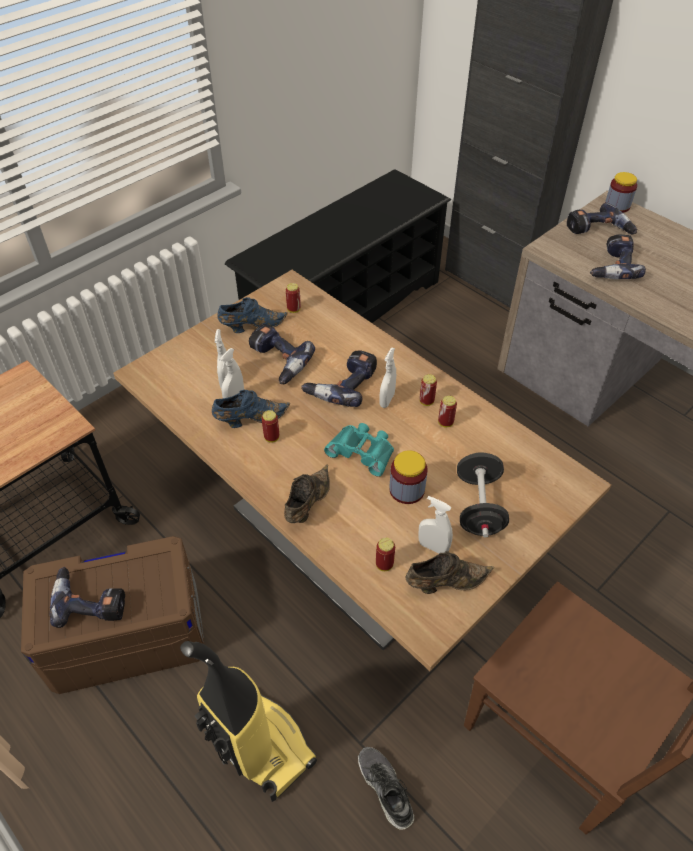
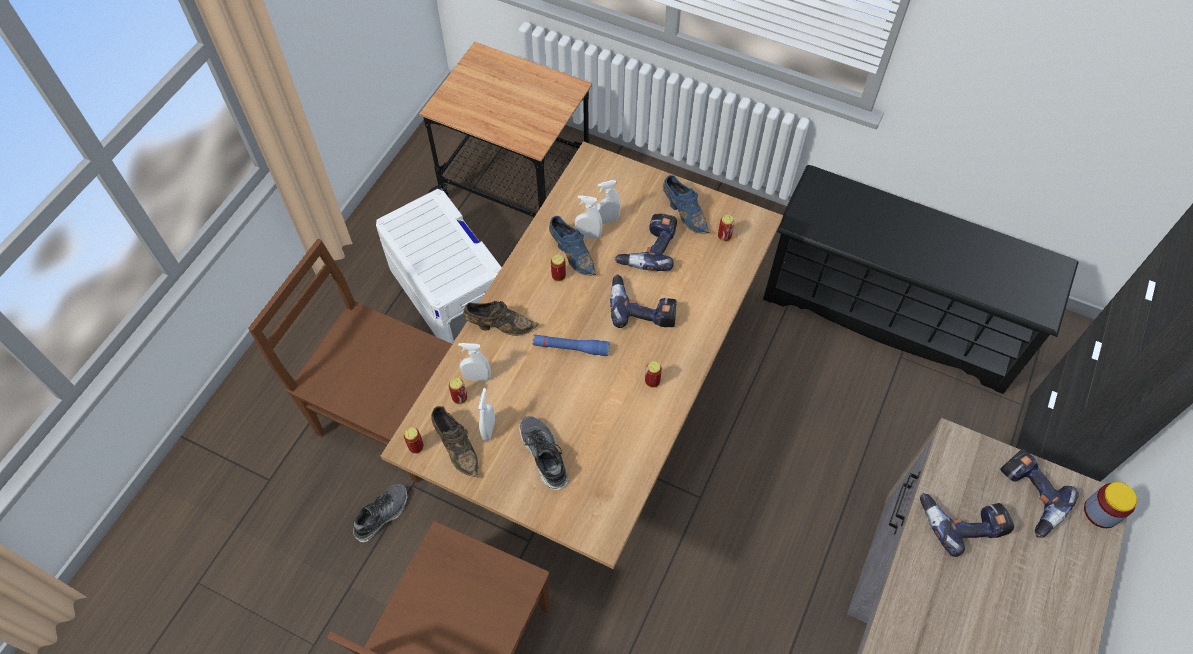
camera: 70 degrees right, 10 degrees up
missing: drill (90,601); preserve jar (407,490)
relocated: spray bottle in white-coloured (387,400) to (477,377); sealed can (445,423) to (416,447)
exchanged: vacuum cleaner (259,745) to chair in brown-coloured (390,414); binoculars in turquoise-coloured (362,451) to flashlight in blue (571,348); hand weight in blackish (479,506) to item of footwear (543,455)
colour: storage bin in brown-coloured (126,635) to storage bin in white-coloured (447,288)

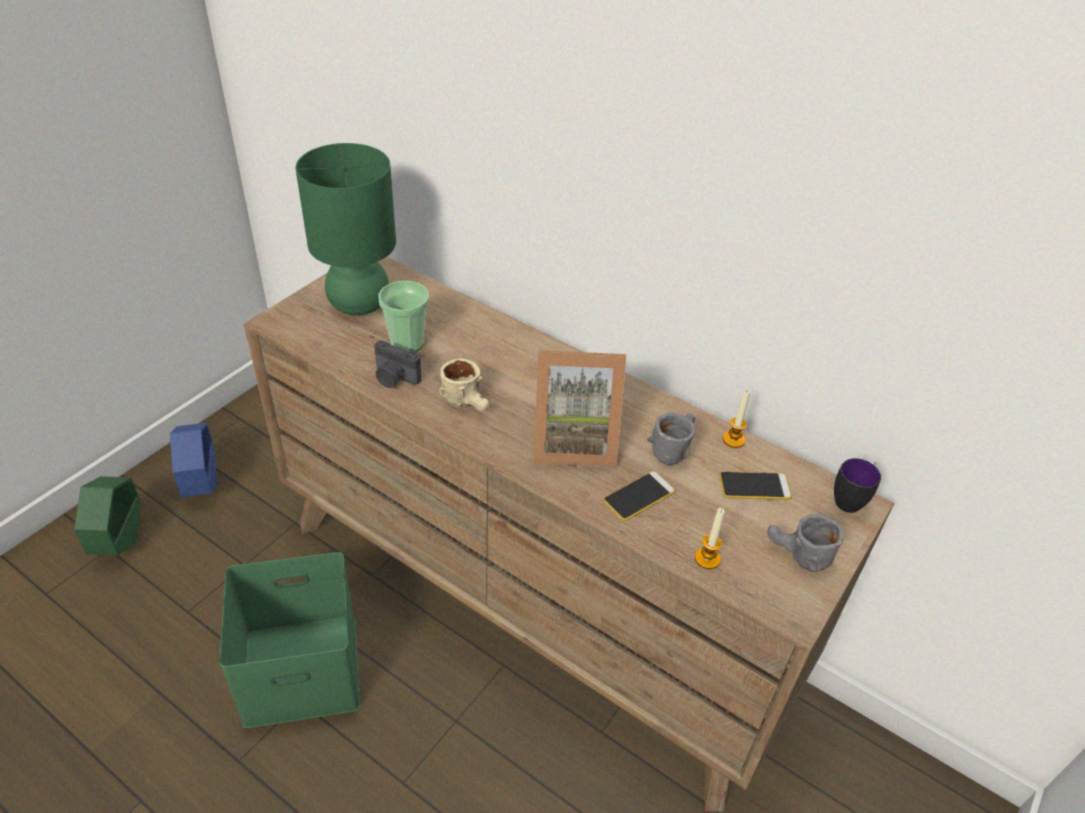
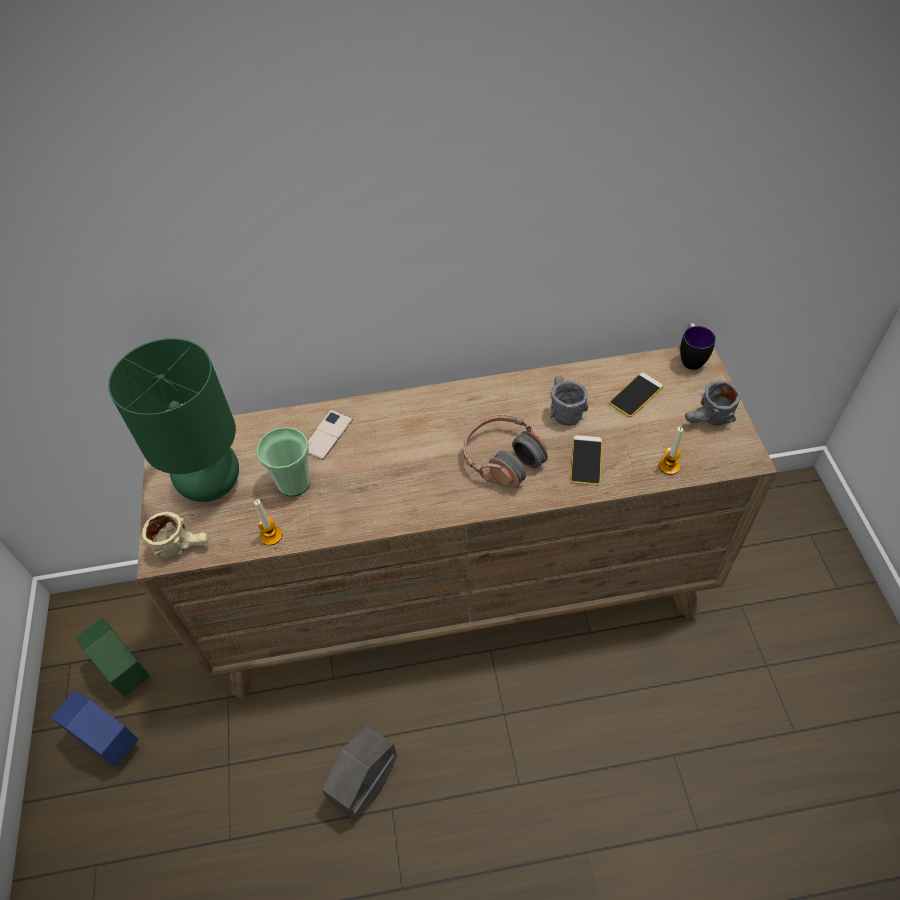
camera: 40 degrees left, 10 degrees up
missing: still camera (394,378)
appeared: telephone (327,435)
relocated: planter in green-coloured (120,541) to (127,672); tea mug in sand-coloured (469,403) to (184,545); candle (733,440) to (271,536)
exchanged: storage bin in green-coloured (304,666) to planter in gray (366,784); photo frame (573,442) to pair of headphones (503,458)

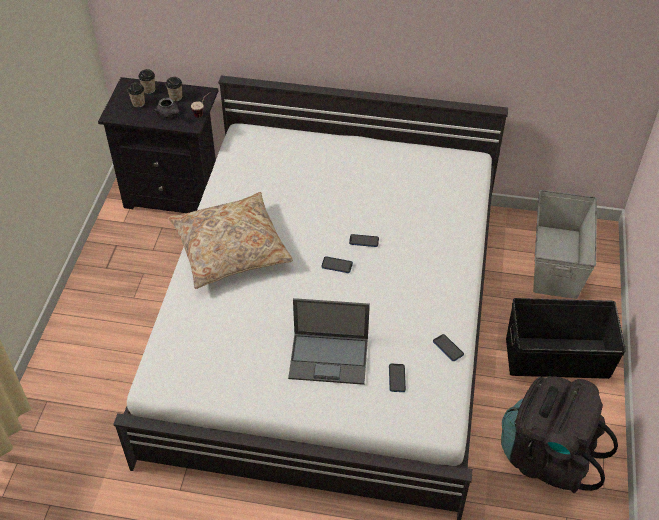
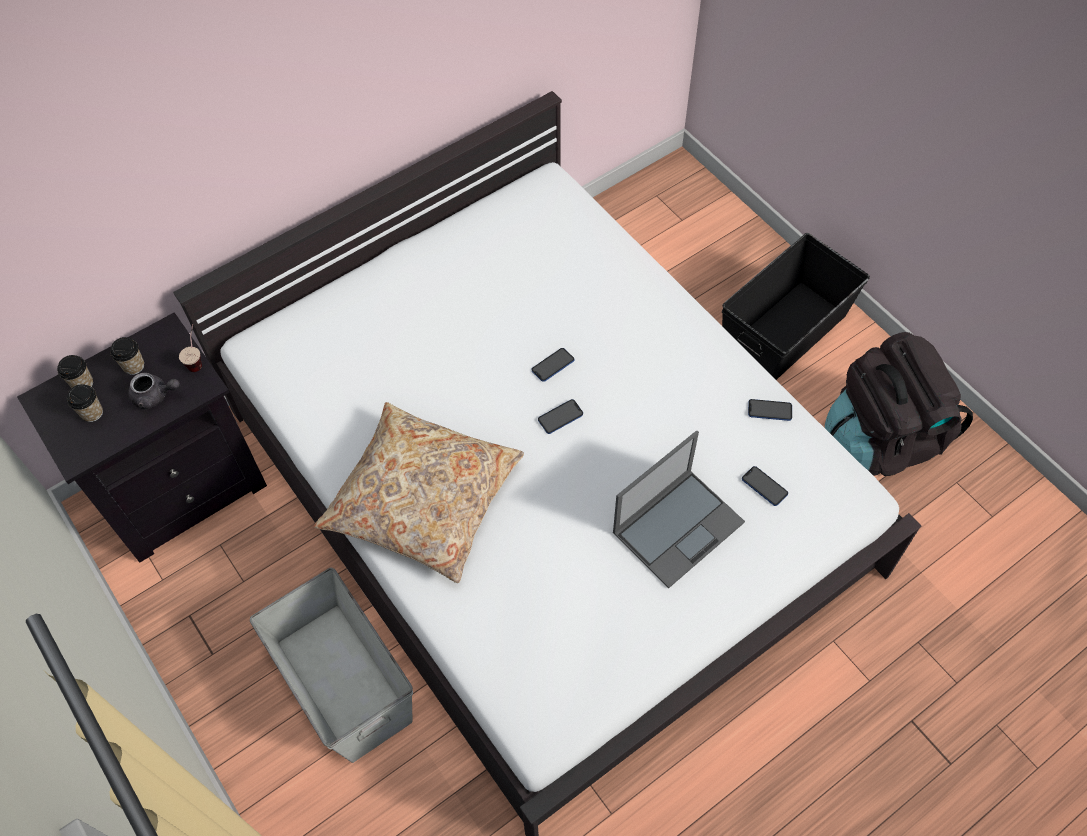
camera: 45 degrees left, 10 degrees up
relocated: storage bin in gray (557,260) to (344,680)

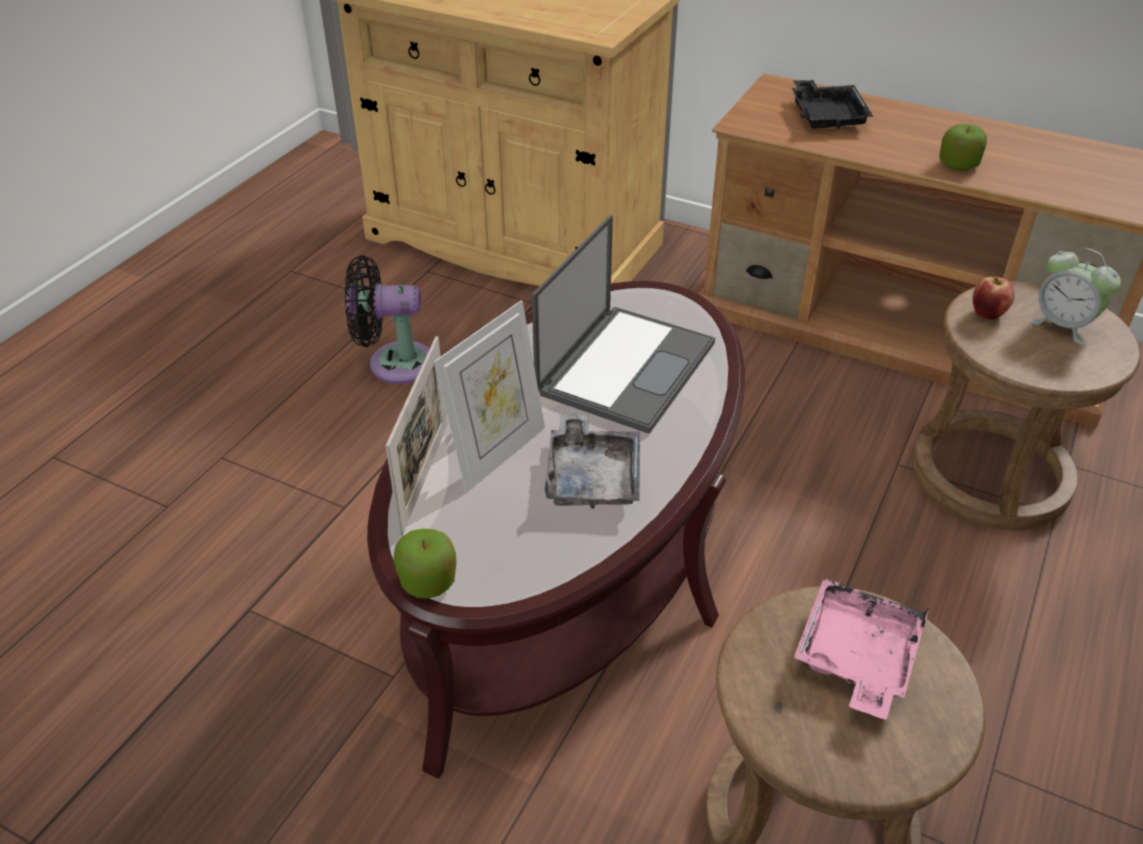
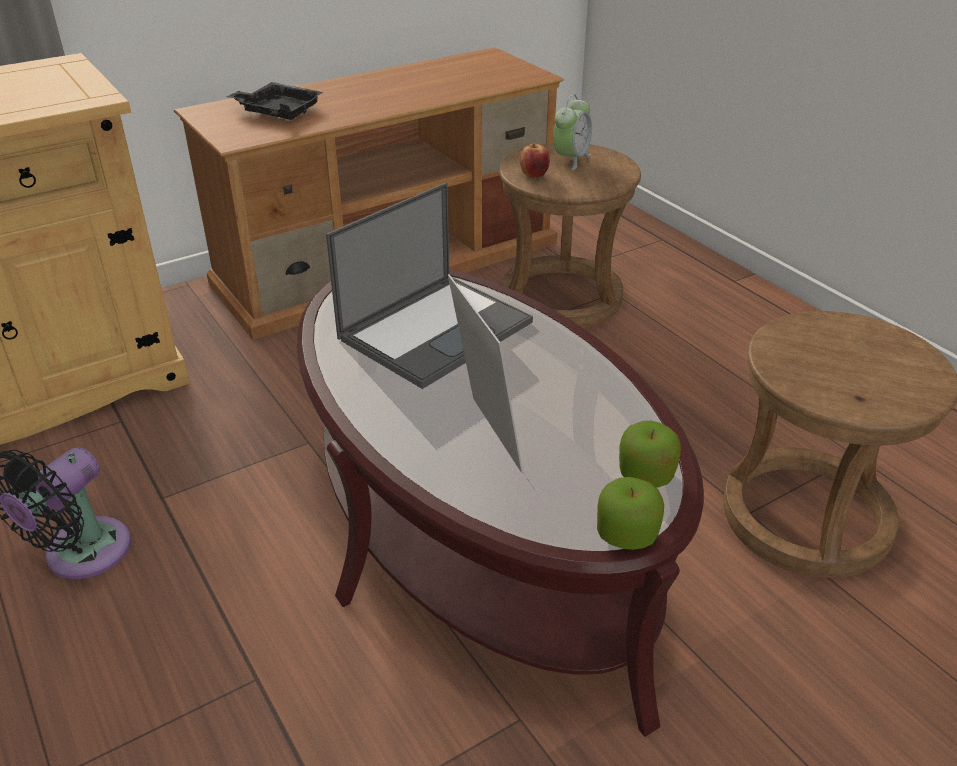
camera: 60 degrees left, 5 degrees down
missing: photo frame (424,477); tray in gray (592,477); tray in pink-coloured (856,658)
relocated: apple (958,165) to (646,475)
spun: portable computer (626,366) = (436,329) 75 degrees clockwise; alarm clock (1063,326) = (571,159) 45 degrees counterclockwise

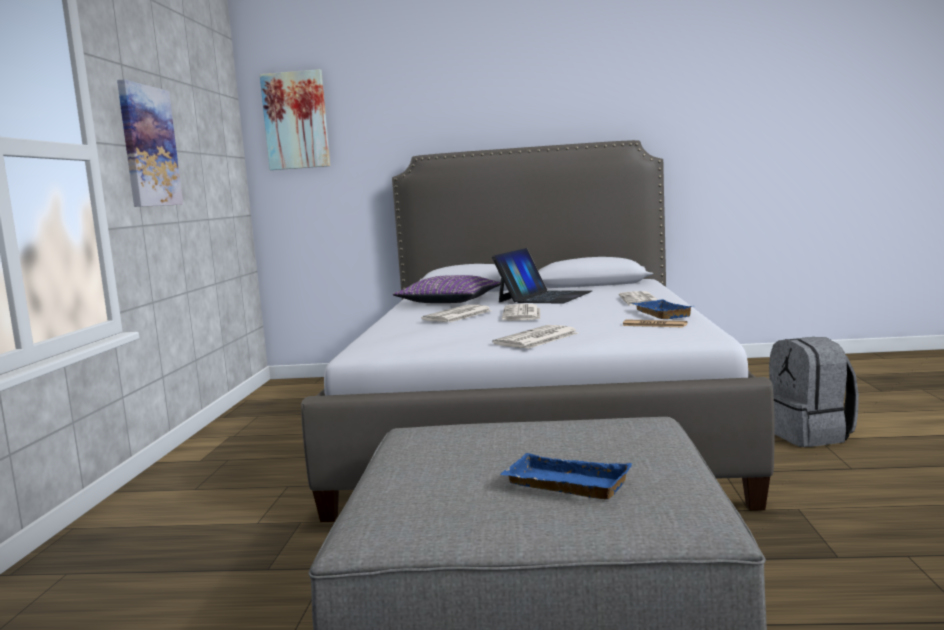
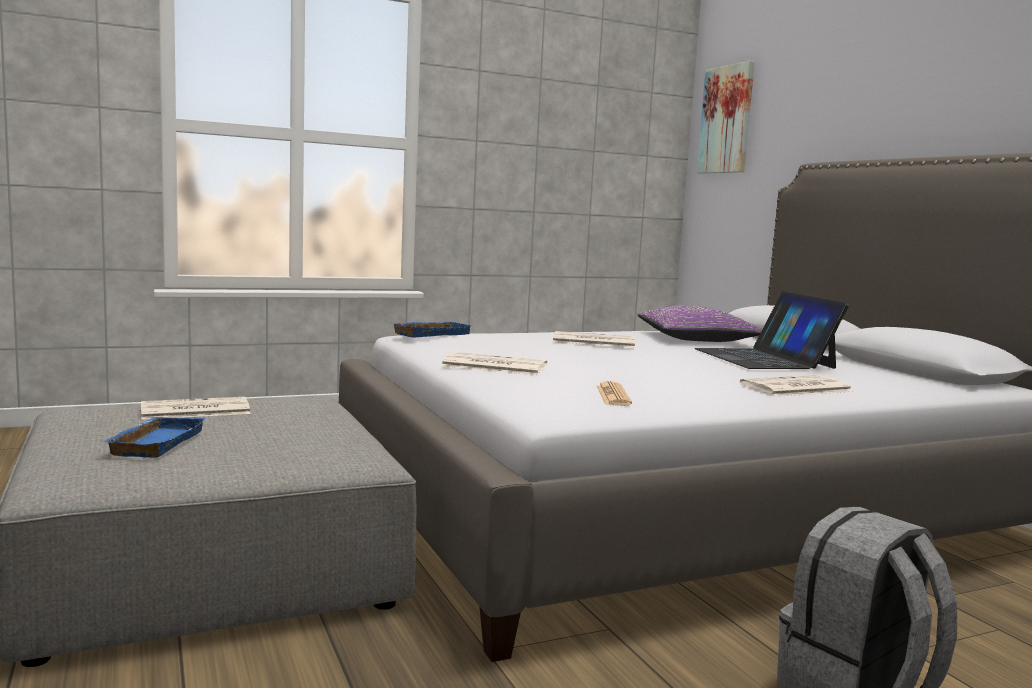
camera: 60 degrees right, 0 degrees up
missing: wall art (148,146)
relocated: newspaper (522,314) to (194,410); tray in blue (659,314) to (431,333)
spun: portable computer (544,297) = (764,358) 75 degrees clockwise

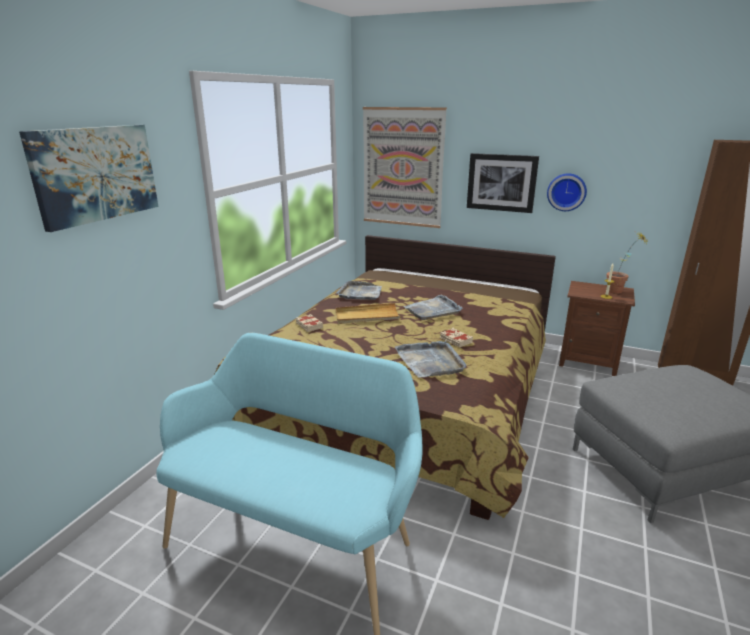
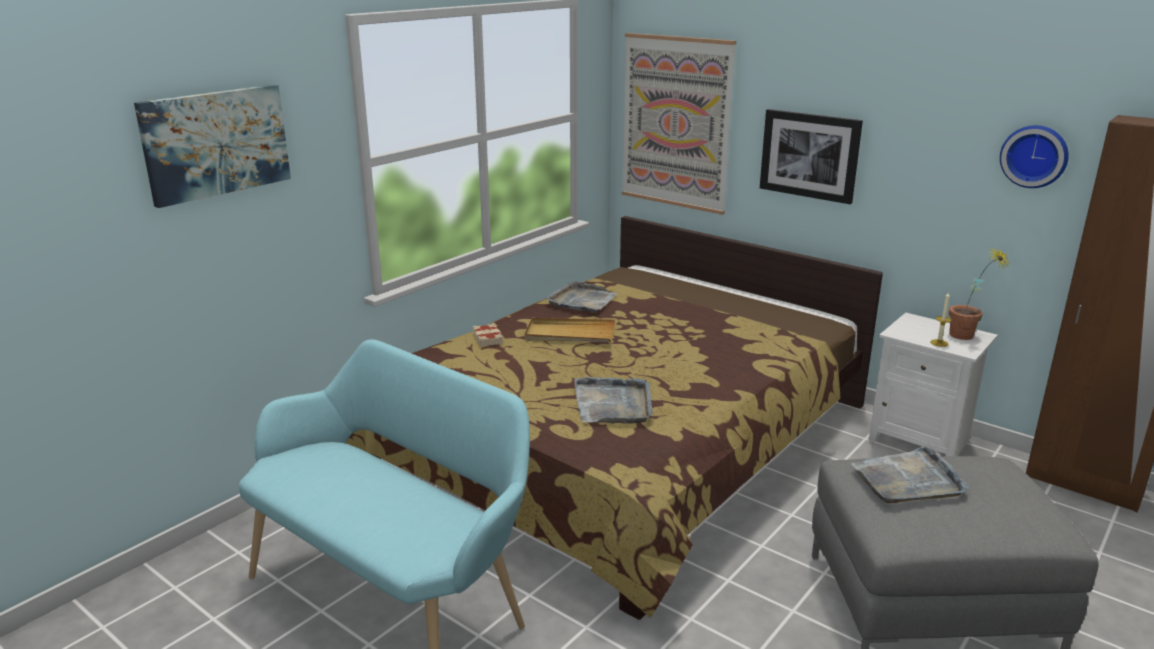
camera: 15 degrees right, 0 degrees up
missing: volume in sand-coloured (455,340)
relocated: tray in gray (433,310) to (908,480); hanging clock (566,192) to (1035,156)
colour: night table in brown-coloured (588,361) to night table in white-coloured (920,440)

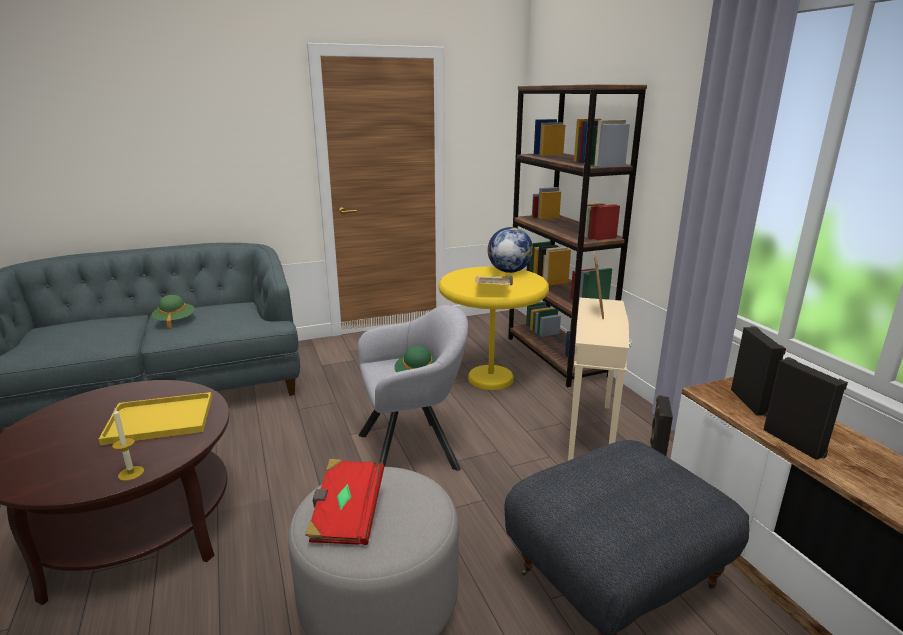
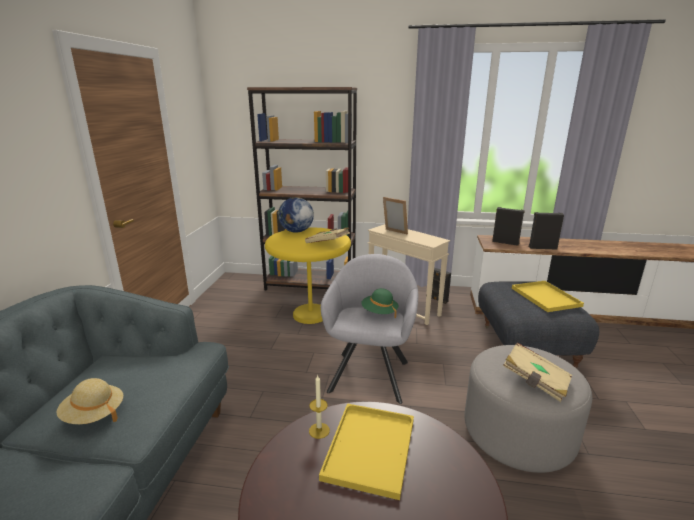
camera: 60 degrees left, 0 degrees up
appeared: tray in yellow-coloured (547,297)
relocated: candle (131,473) to (319,430)
colour: hat in green-coloured (175,321) to hat in sand-coloured (94,414); volume in red-coloured (346,516) to volume in sand-coloured (535,382)

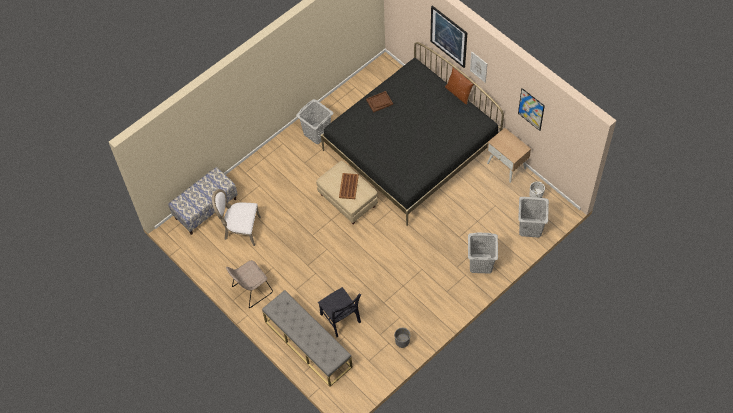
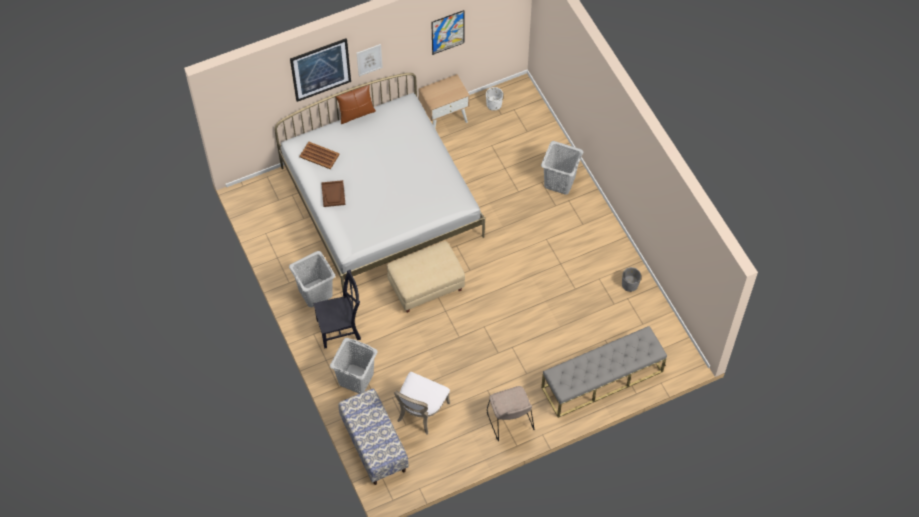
camera: 75 degrees left, 0 degrees up
relocated: chair in blackish (341,320) to (340,329); tray in brown-coloured (348,186) to (319,156); hamper in gray (530,227) to (355,379)
colour: sleeping bed in blackish (411,148) to sleeping bed in white-coloured (381,202)

